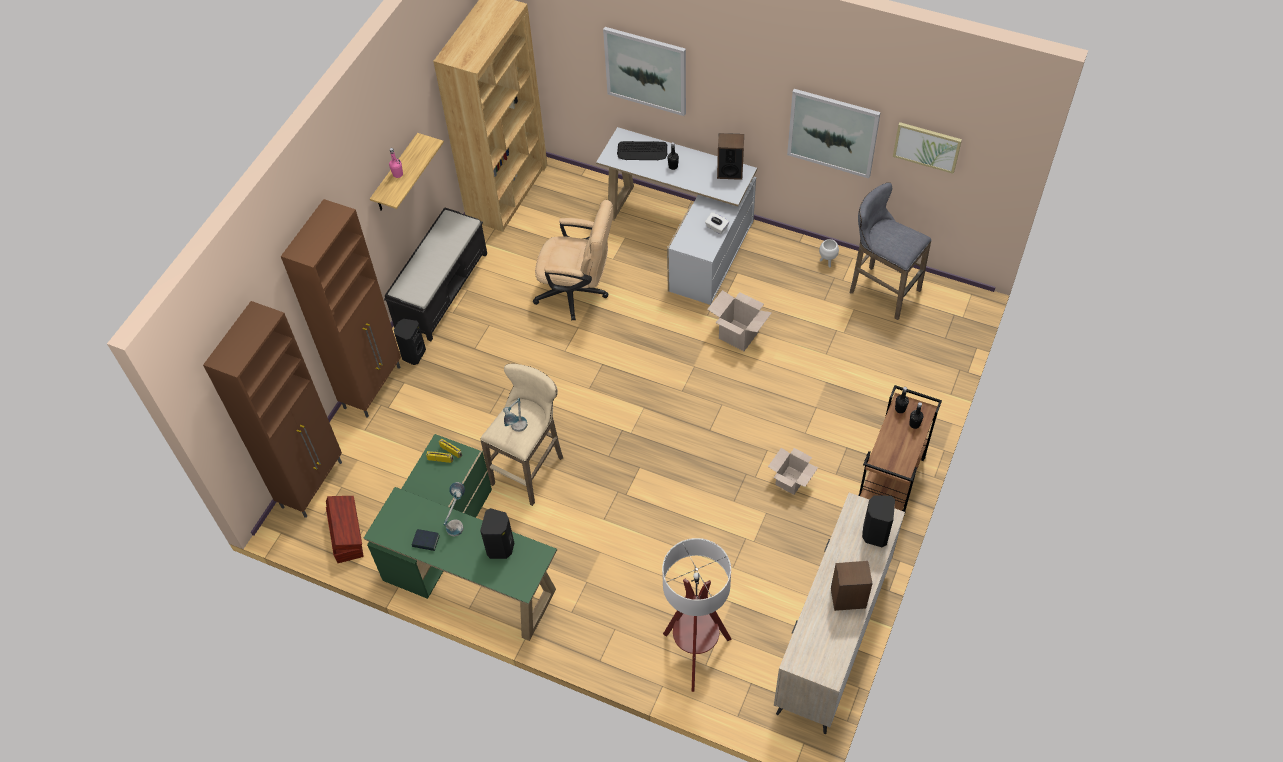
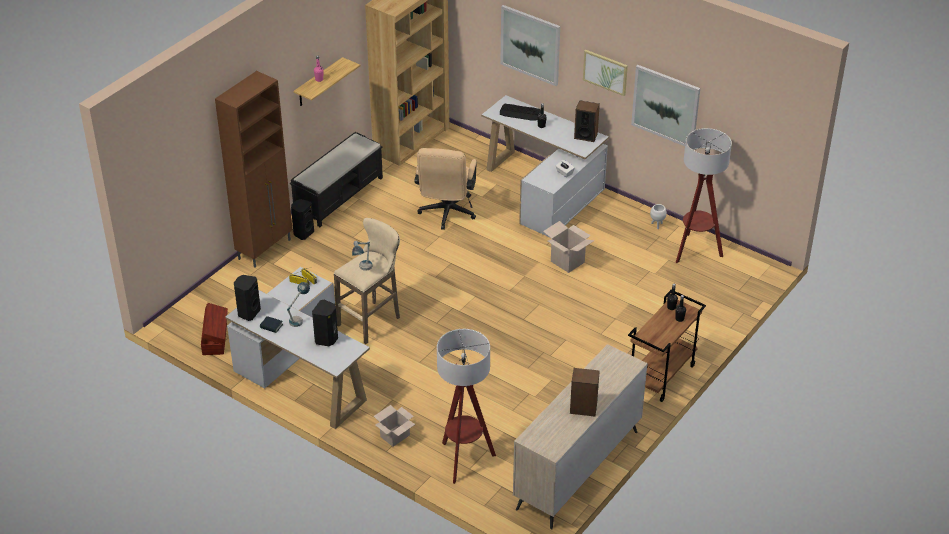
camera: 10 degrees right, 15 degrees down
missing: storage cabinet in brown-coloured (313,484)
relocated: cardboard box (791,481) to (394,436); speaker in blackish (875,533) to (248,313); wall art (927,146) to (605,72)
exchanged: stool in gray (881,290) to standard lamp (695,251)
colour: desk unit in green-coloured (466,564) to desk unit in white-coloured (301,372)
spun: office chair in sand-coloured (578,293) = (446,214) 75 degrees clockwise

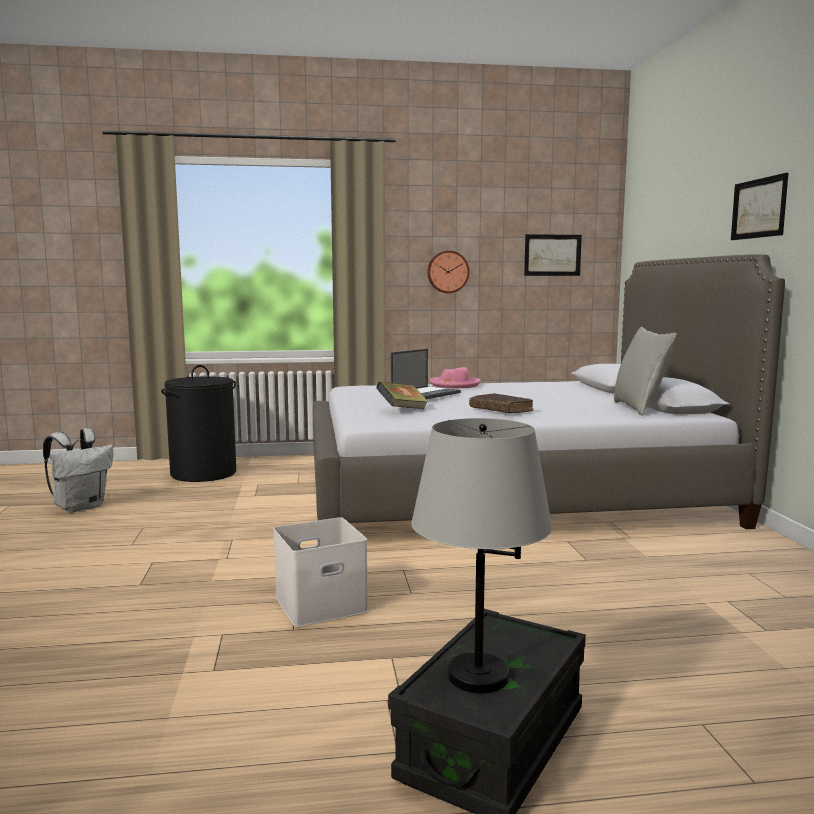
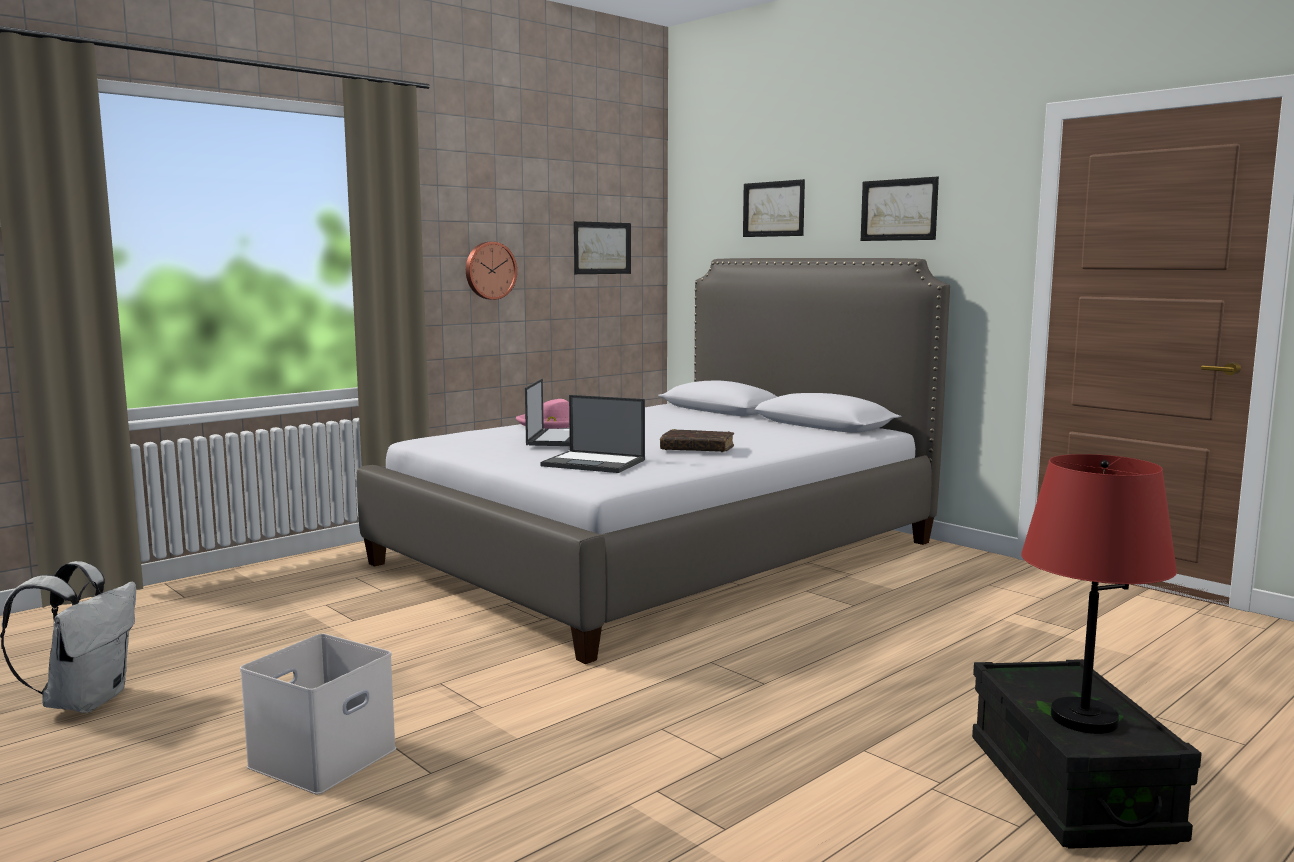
camera: 35 degrees left, 0 degrees up
missing: hamper in blackish (203,473); throw pillow in gray (639,408)
appeared: wall art (773,209)
relocated: storage bin in white-coloured (321,603) to (323,756)
exchanged: volume (402,410) to portable computer (595,463)
colour: tabletop lamp in gray (477,676) to tabletop lamp in red-coloured (1084,719)

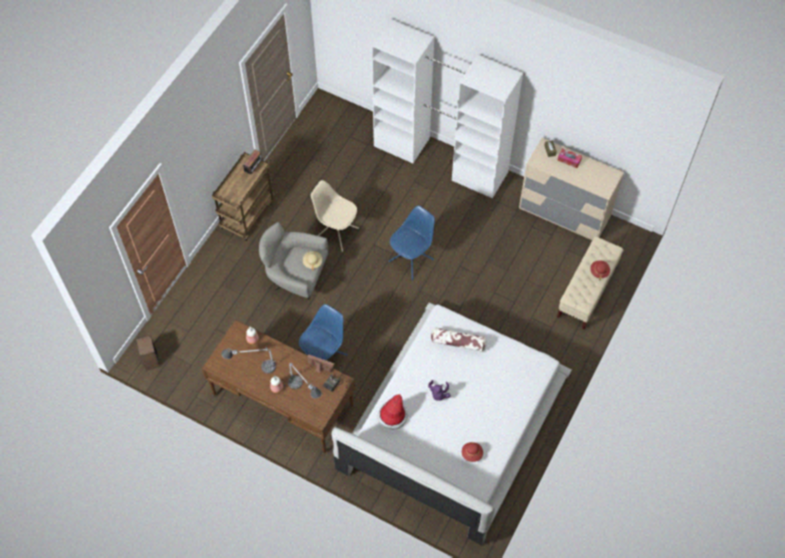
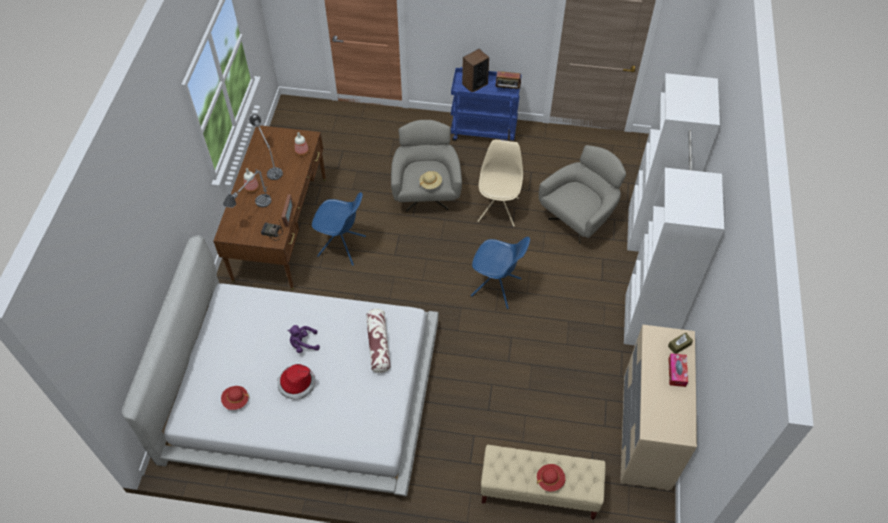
camera: 70 degrees right, 5 degrees down
appeared: easy chair in gray (578,219)
relocated: speaker (151,360) to (474,84); hat (392,416) to (296,383)
colour: wheeled cart in brown-coloured (247,214) to wheeled cart in blue (484,131)

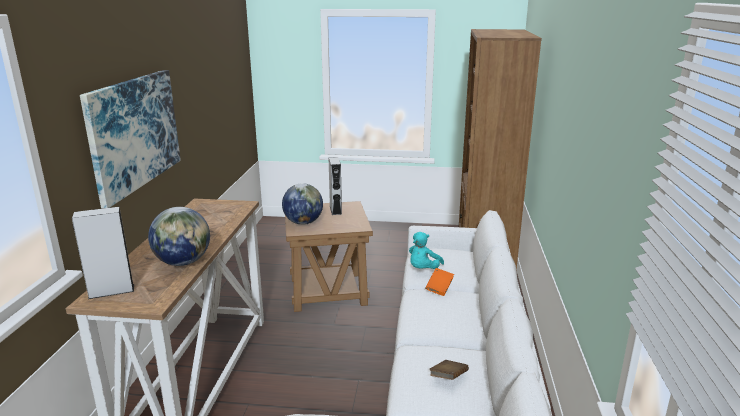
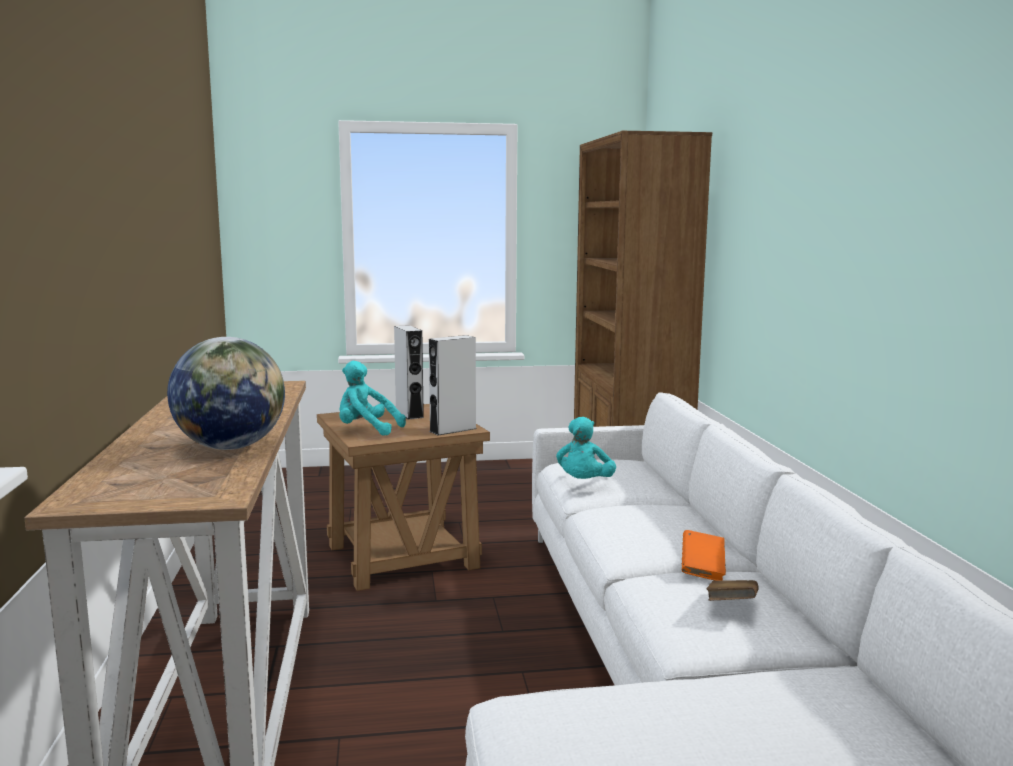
camera: 15 degrees left, 10 degrees down
missing: wall art (134,132)
relocated: speaker in gray (111,291) to (453,430); volume in orangey (439,288) to (702,570)
exchanged: desk globe (303,222) to plush toy in turquoise-coloured (366,430)

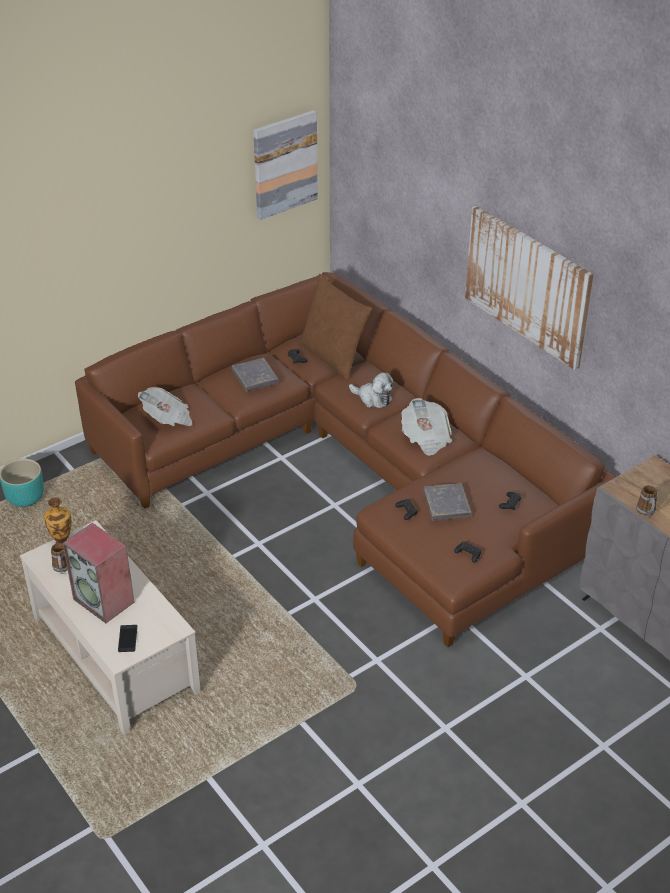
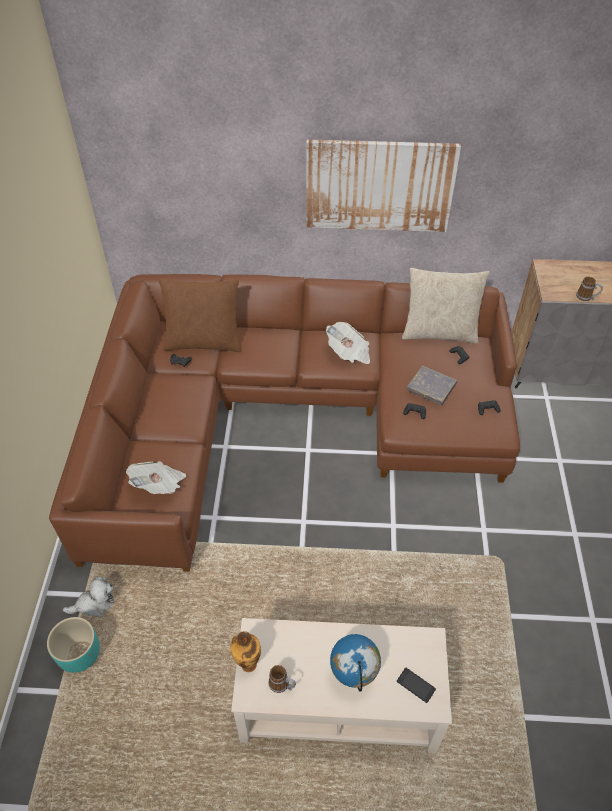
camera: 50 degrees left, 10 degrees up
missing: volume in gray (255,377); wall art (285,164)
appeared: throw pillow in sand-coloured (439,332)
relocated: plush toy (373,398) to (94,603)
exchanged: speaker (105,600) to desk globe (353,674)

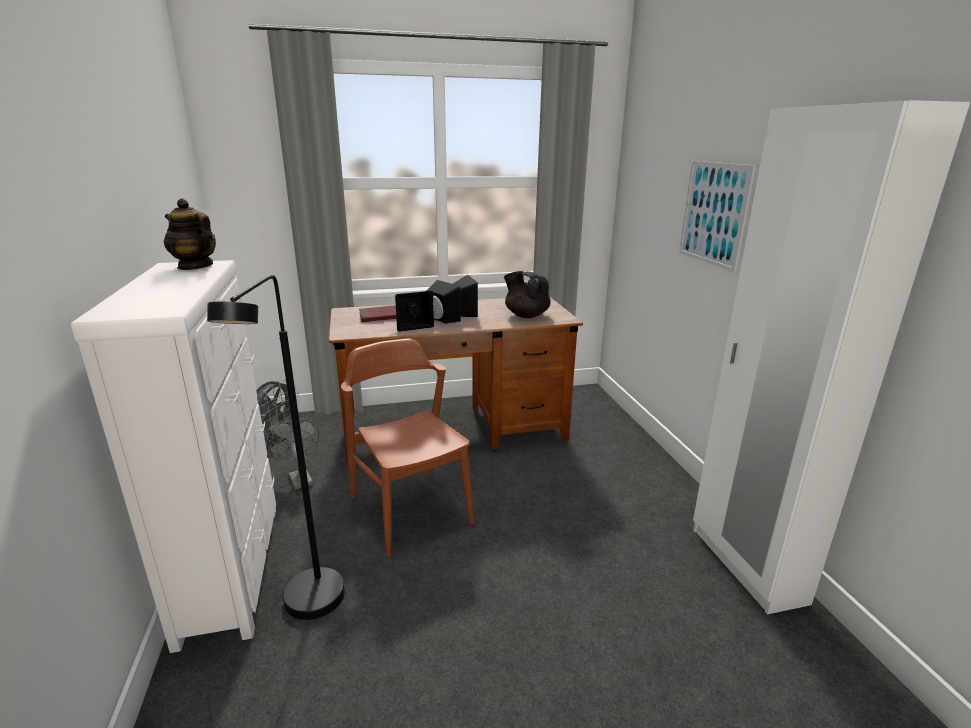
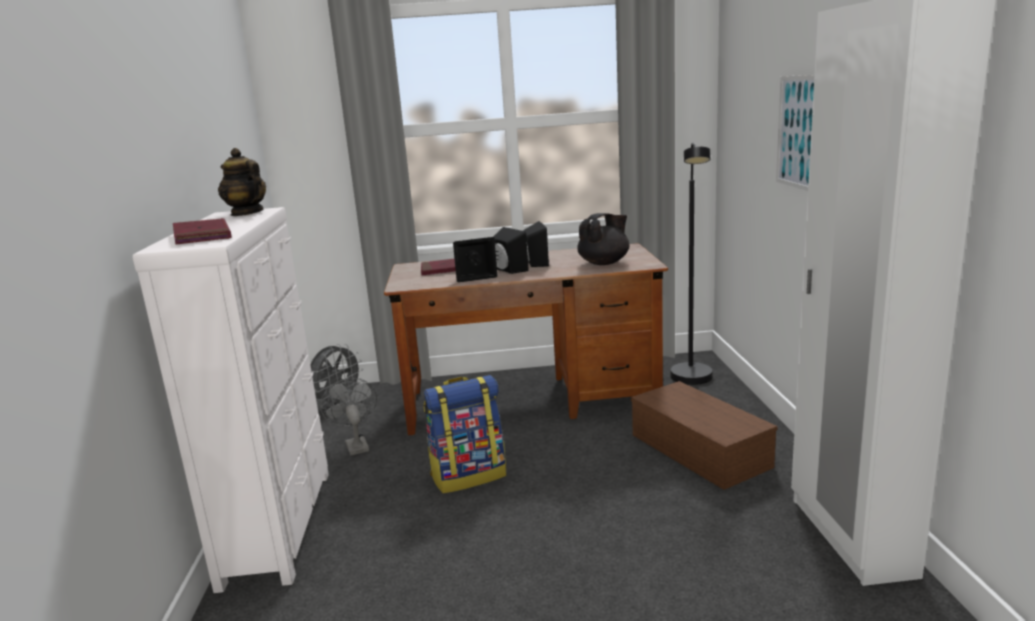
camera: 10 degrees right, 5 degrees down
appeared: volume in red-coloured (202,236); storage bin in brown-coloured (702,451)
relocated: standard lamp in blackish (309,609) to (692,381)
exchanged: chair in brown-coloured (410,509) to backpack (469,475)
spun: tea pot in blackish (526,315) = (604,263) 90 degrees clockwise

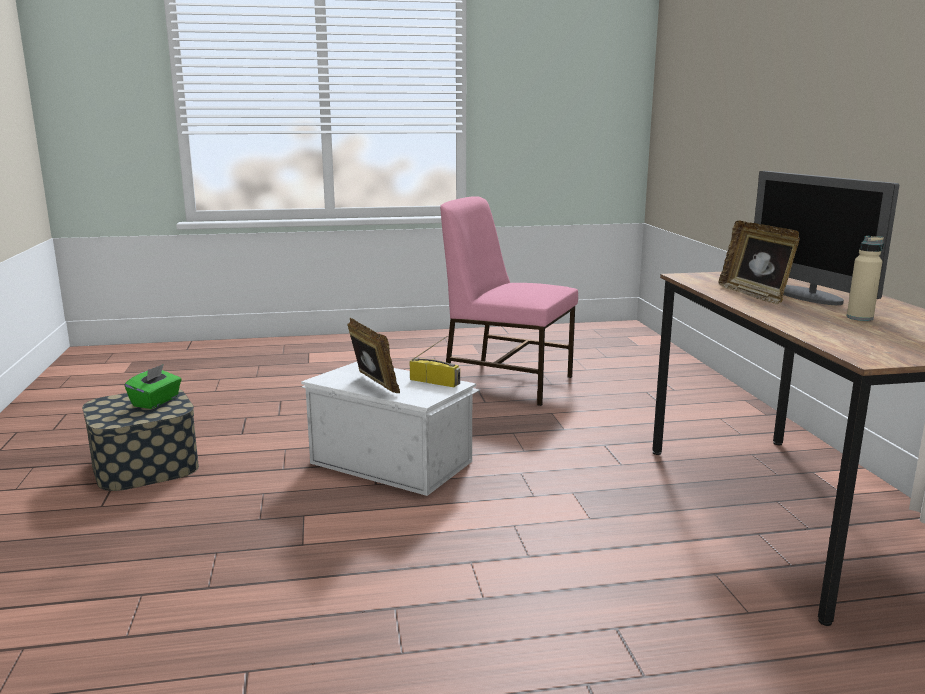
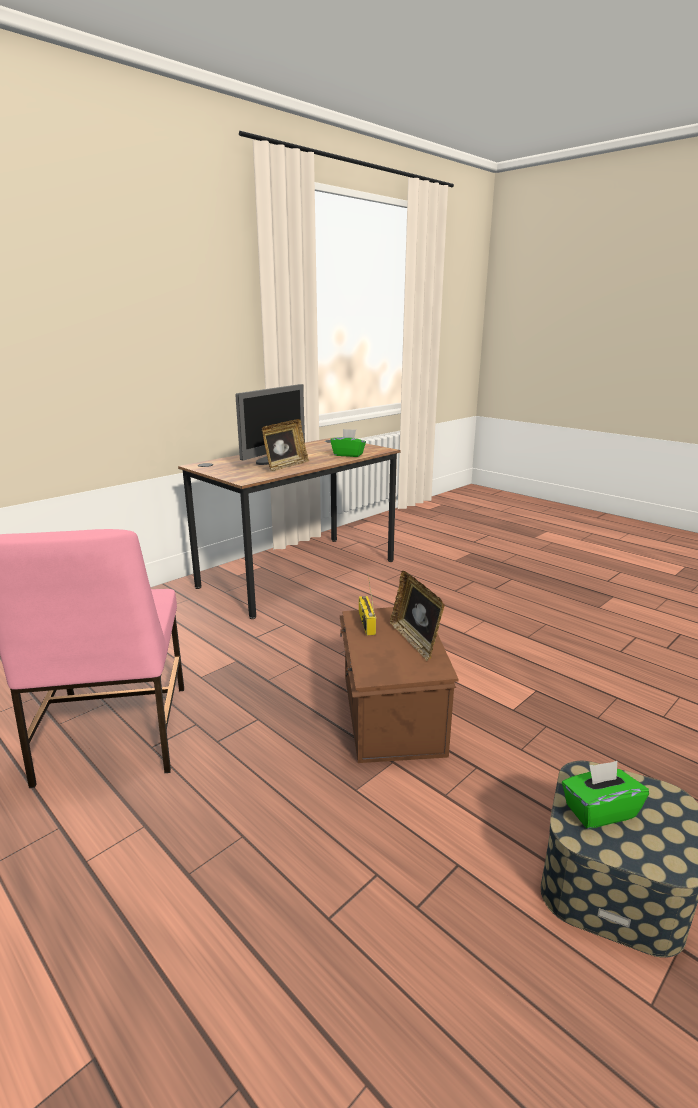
camera: 125 degrees left, 5 degrees up
missing: bottle in sand-coloured (859,318)
appeared: tissue box in green-coloured (348,454)
colour: storage bin in white-coloured (391,461) to storage bin in brown-coloured (389,714)
spun: photo frame (372,385) = (415,640) 45 degrees counterclockwise

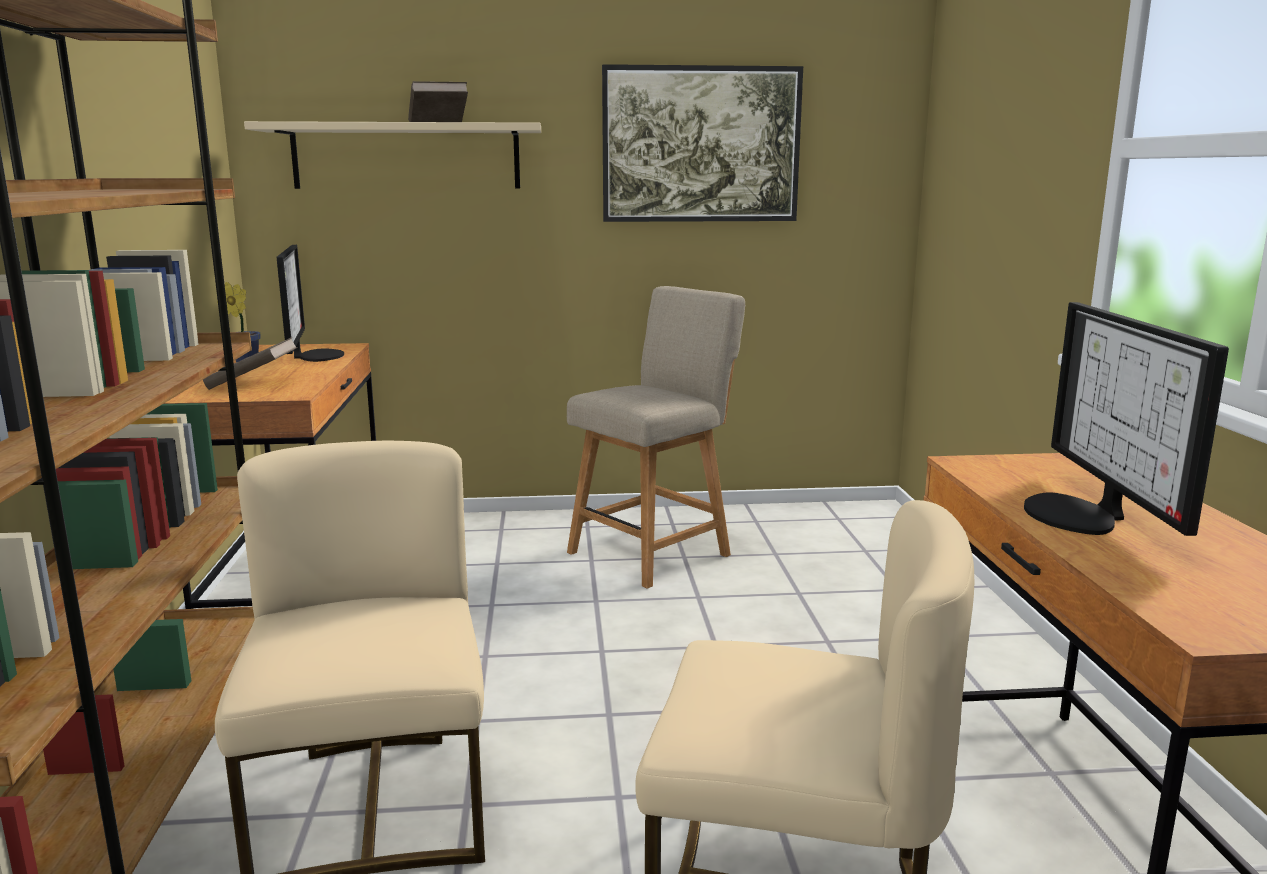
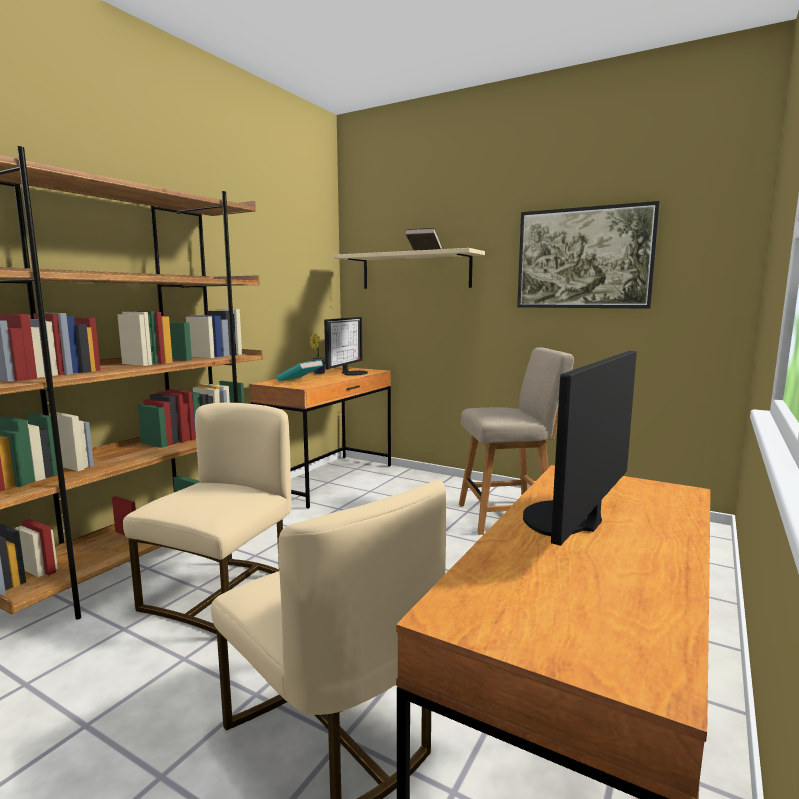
camera: 35 degrees right, 5 degrees down
colour: volume in brown-coloured (253,383) to volume in turquoise-coloured (300,381)

